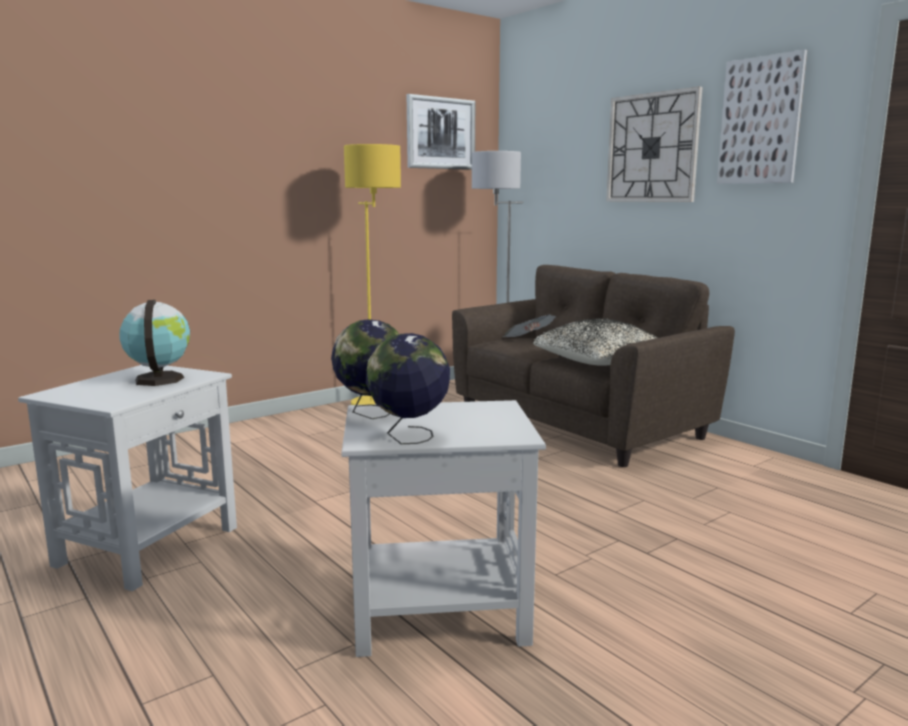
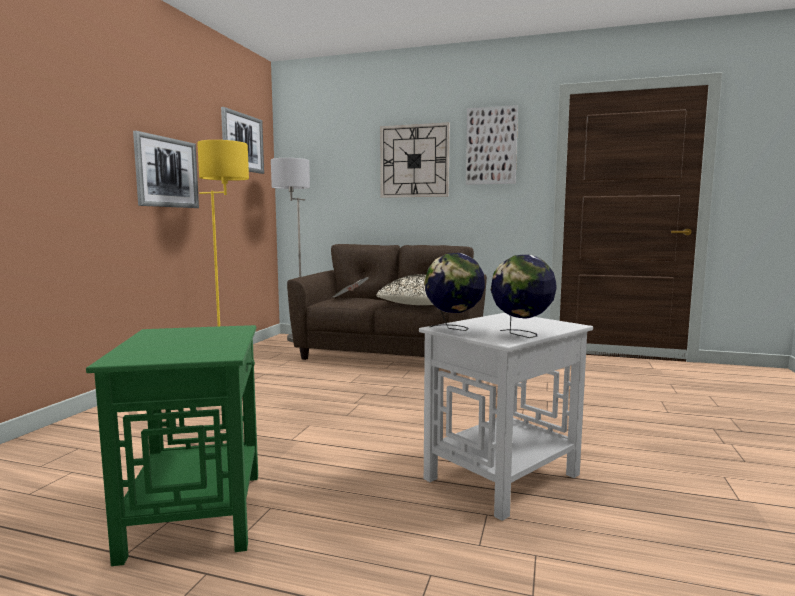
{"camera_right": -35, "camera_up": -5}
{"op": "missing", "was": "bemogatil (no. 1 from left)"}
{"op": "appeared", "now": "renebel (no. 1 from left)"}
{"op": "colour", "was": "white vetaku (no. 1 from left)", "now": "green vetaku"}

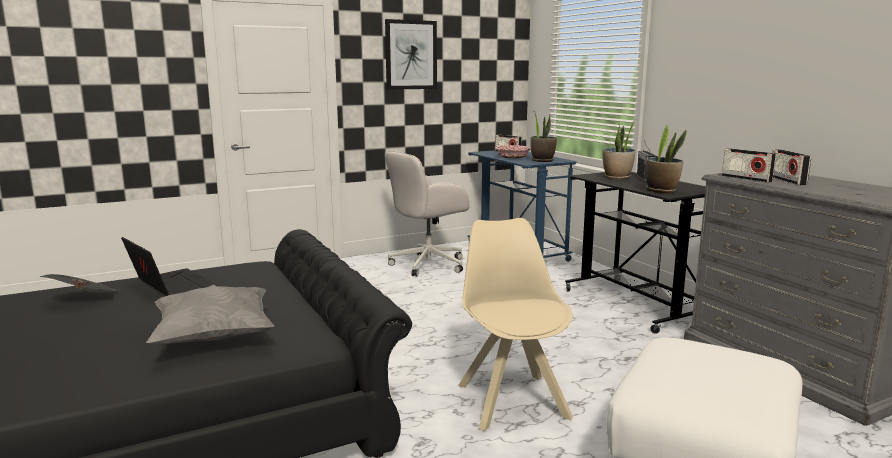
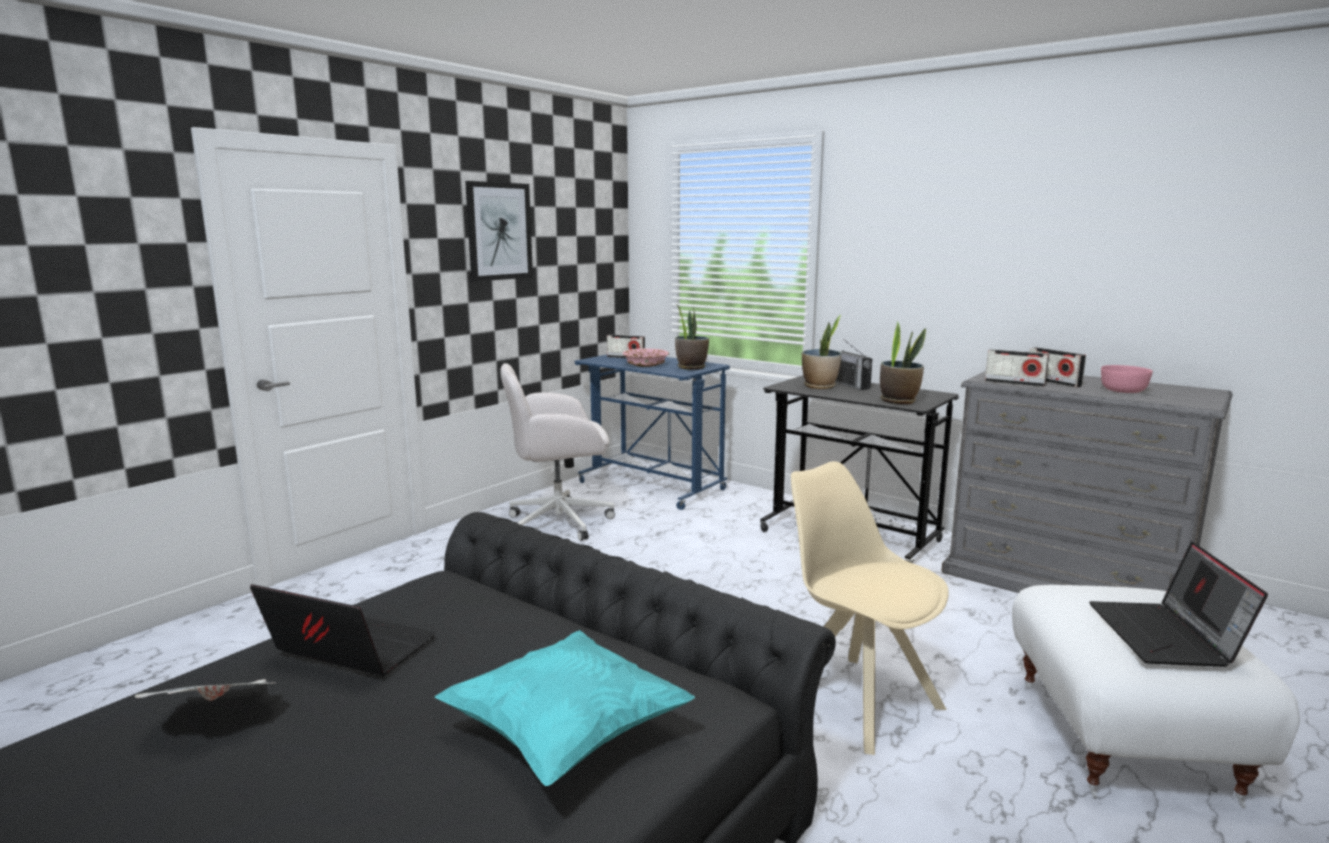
{"camera_right": -25, "camera_up": 0}
{"op": "appeared", "now": "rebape (no. 2 from left)"}
{"op": "appeared", "now": "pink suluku (no. 2 from left)"}
{"op": "colour", "was": "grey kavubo", "now": "turquoise kavubo"}
{"op": "spun", "was": "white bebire", "clockwise": 45}

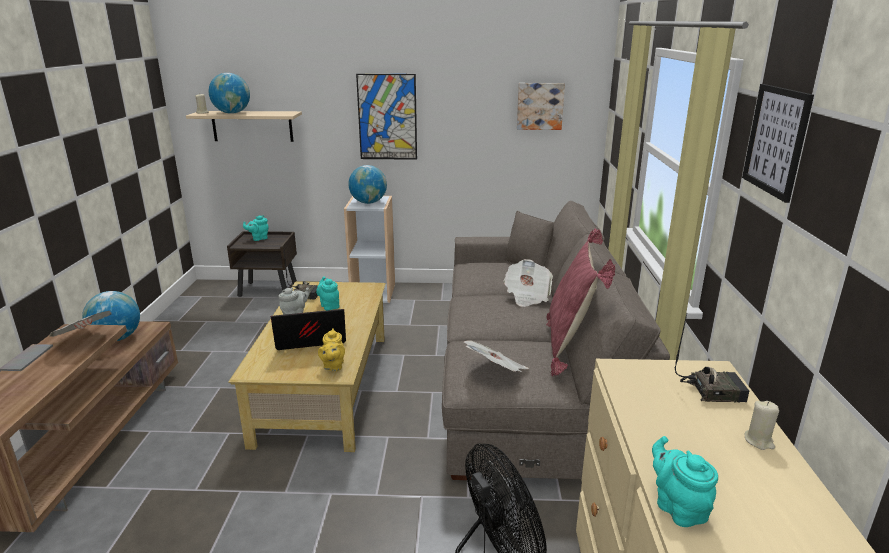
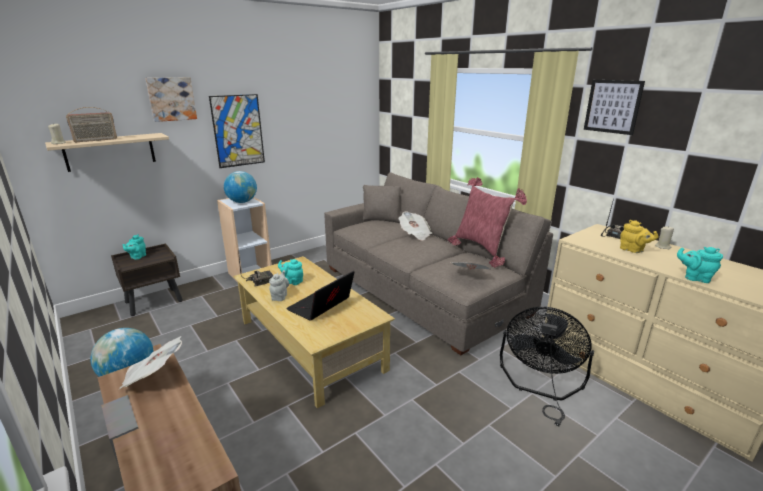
{"camera_right": -40, "camera_up": 0}
{"op": "relocated", "was": "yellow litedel"}
{"op": "relocated", "was": "renebel (no. 2 from left in the first image)", "now": "renebel (no. 1 from left)"}
{"op": "exchanged", "was": "bemogatil (no. 2 from left)", "now": "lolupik (no. 1 from left)"}

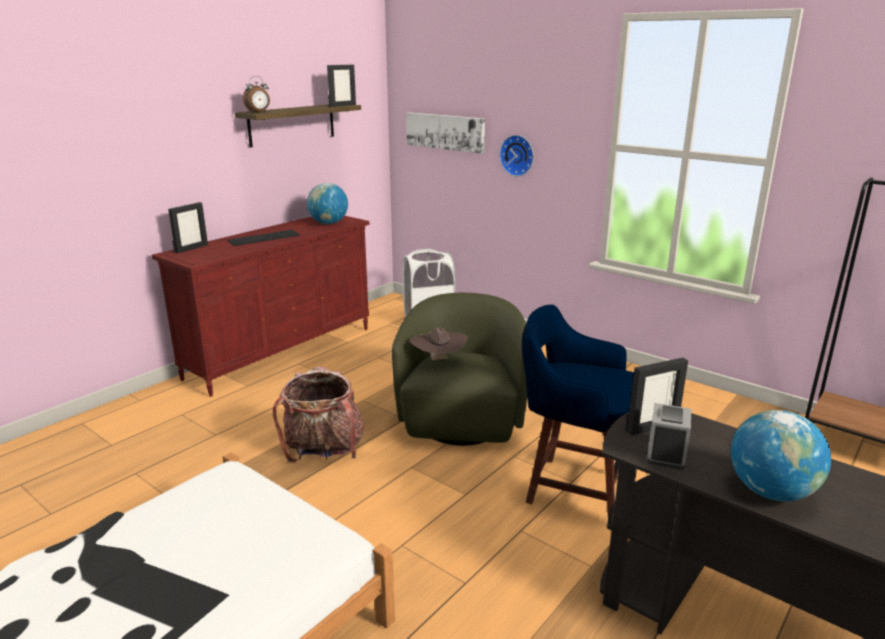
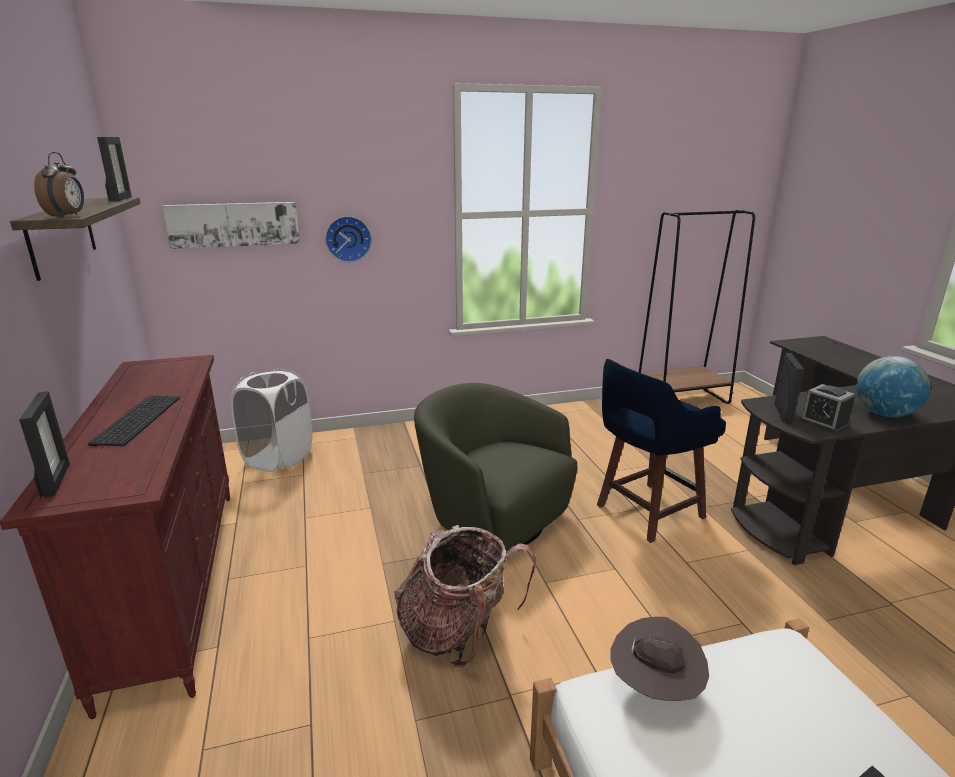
{"camera_right": -55, "camera_up": 0}
{"op": "missing", "was": "bemogatil (no. 1 from left)"}
{"op": "relocated", "was": "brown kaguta"}

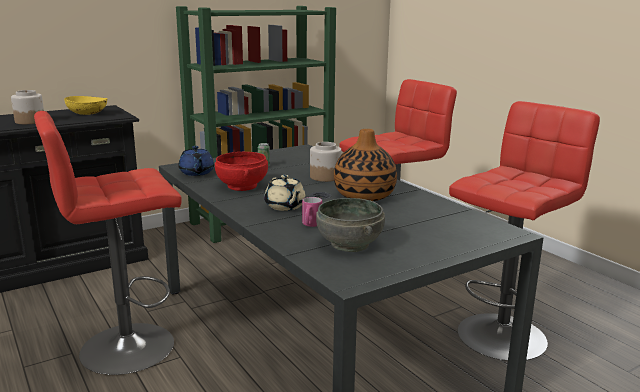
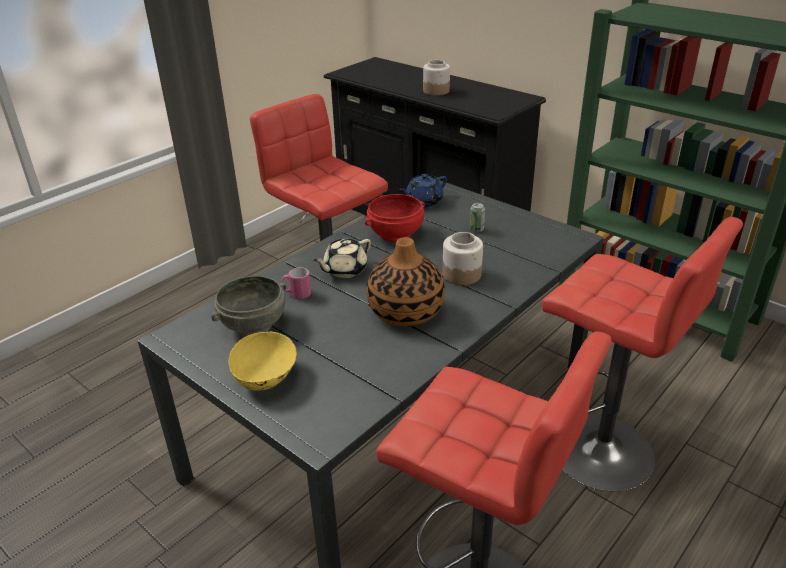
{"camera_right": 75, "camera_up": 15}
{"op": "relocated", "was": "yellow suluku"}

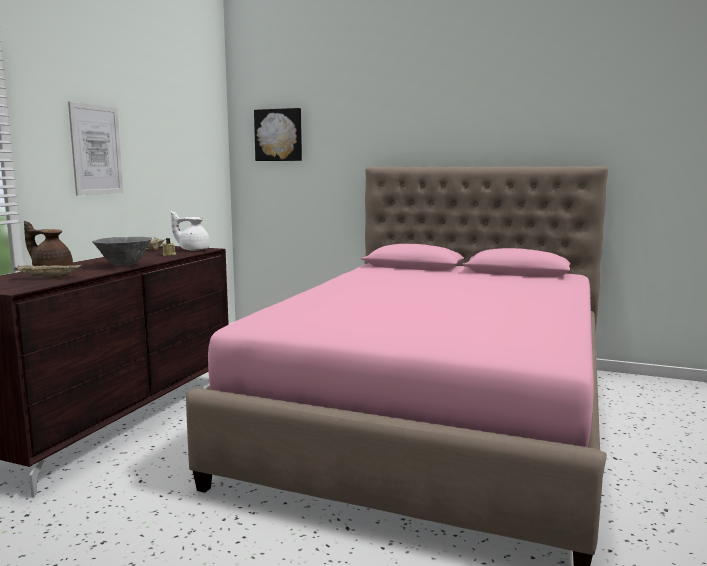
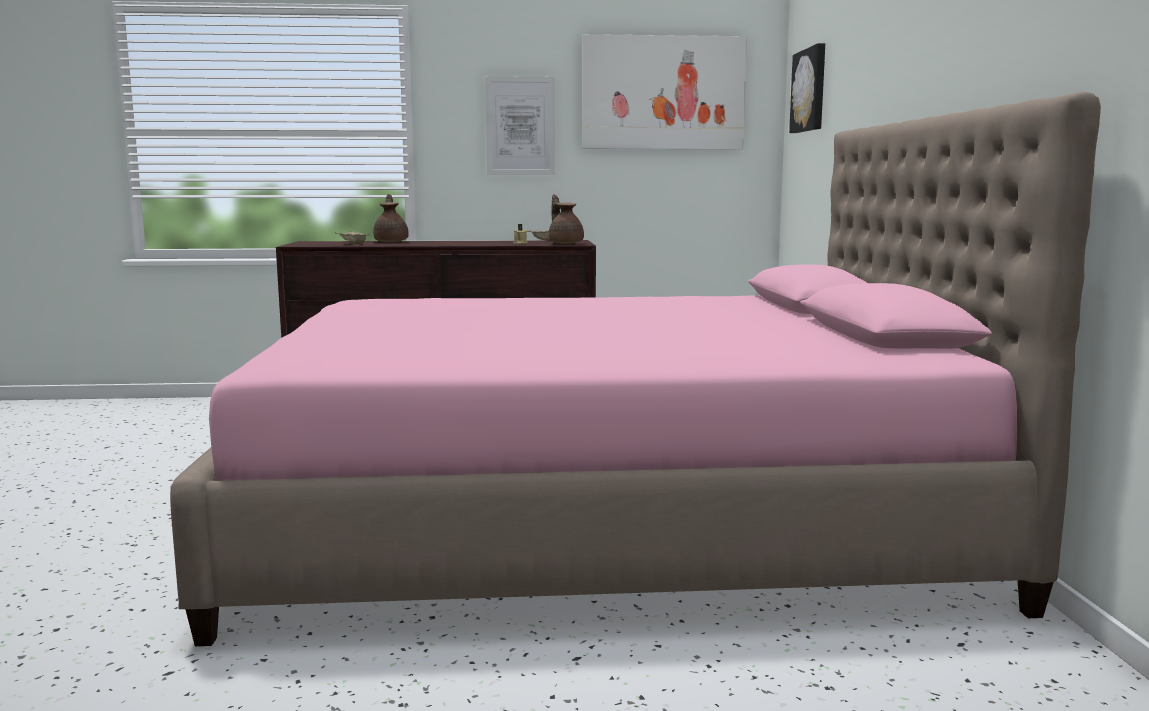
{"camera_right": 65, "camera_up": 0}
{"op": "missing", "was": "grey suluku"}
{"op": "appeared", "now": "renebel (no. 2 from left)"}
{"op": "colour", "was": "white litedel", "now": "brown litedel (no. 2 from left)"}

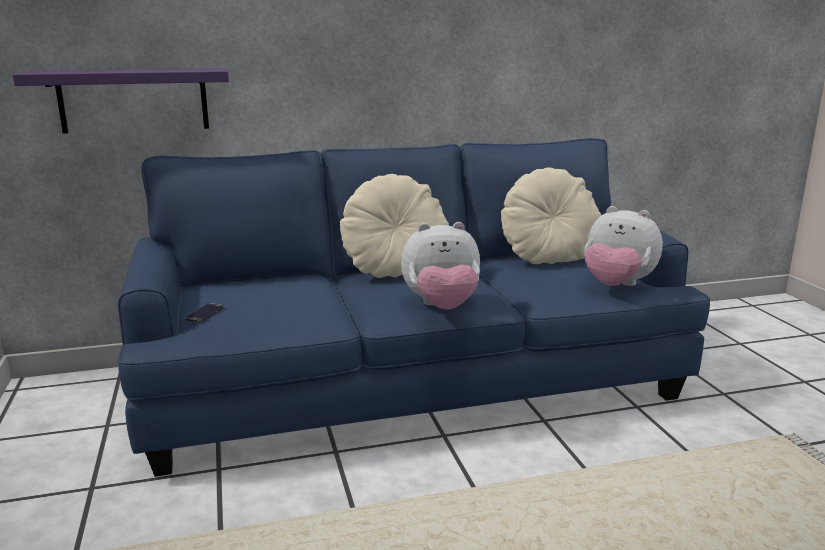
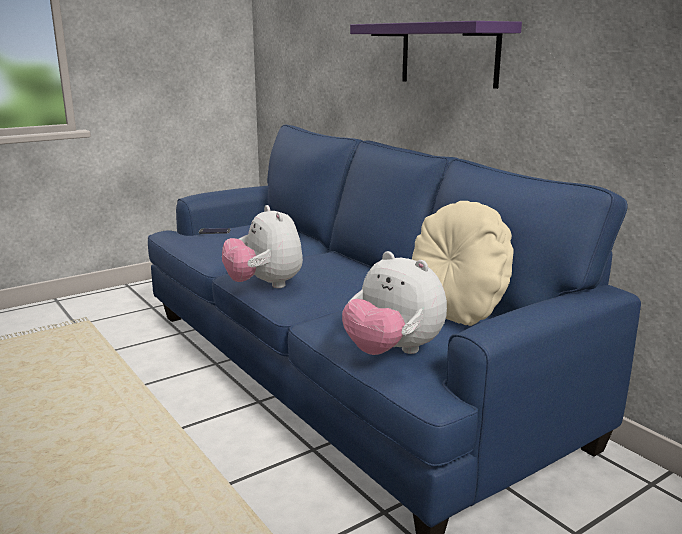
{"camera_right": 70, "camera_up": 0}
{"op": "missing", "was": "beige kavubo (no. 1 from left)"}
{"op": "relocated", "was": "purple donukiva"}
{"op": "spun", "was": "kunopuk (no. 2 from left)", "clockwise": -60}

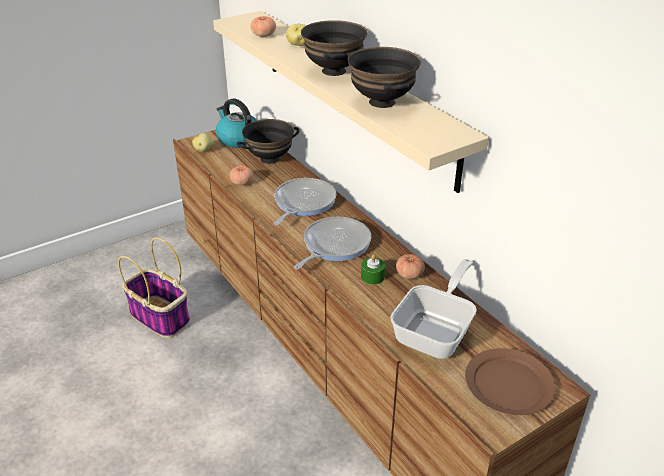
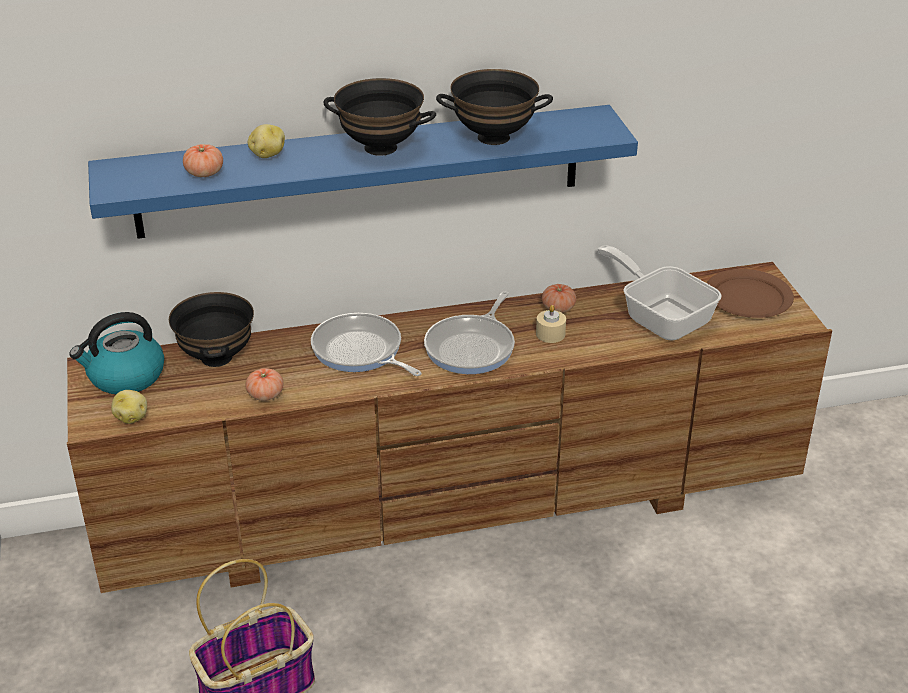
{"camera_right": -70, "camera_up": 0}
{"op": "colour", "was": "beige donukiva", "now": "blue donukiva"}
{"op": "colour", "was": "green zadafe", "now": "beige zadafe"}
{"op": "spun", "was": "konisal (no. 2 from left)", "clockwise": -120}

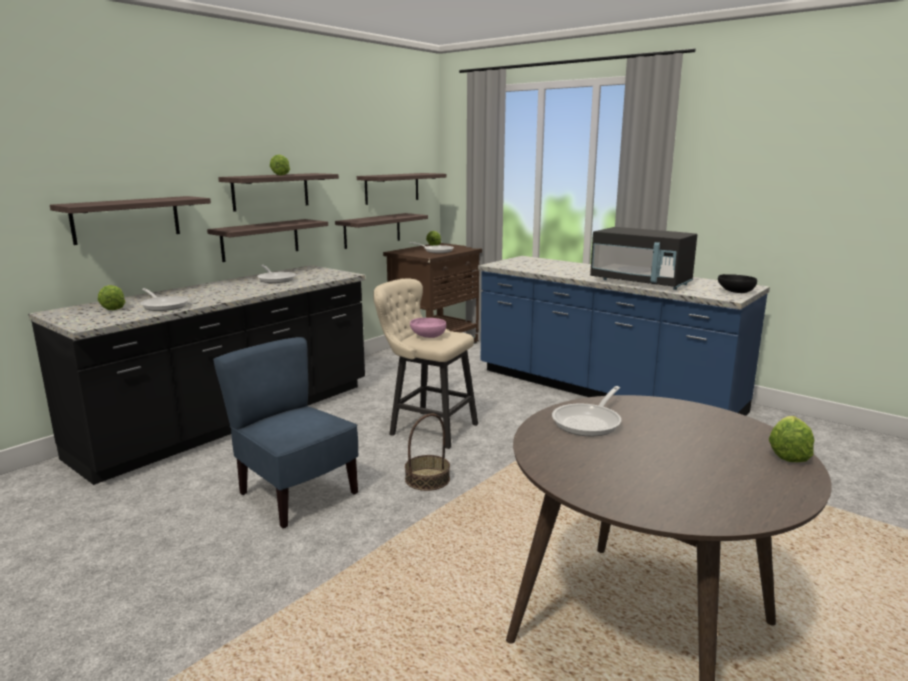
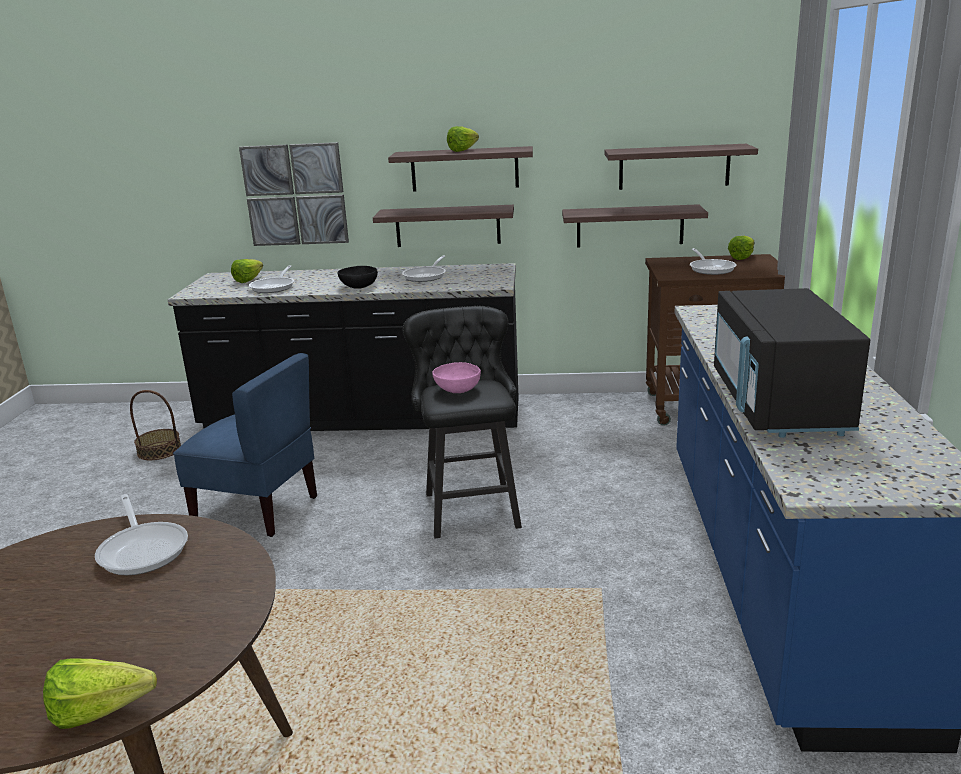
{"camera_right": 55, "camera_up": 5}
{"op": "relocated", "was": "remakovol"}
{"op": "relocated", "was": "black suluku"}
{"op": "exchanged", "was": "donukiva (no. 1 from left)", "now": "renebel"}
{"op": "colour", "was": "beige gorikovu", "now": "black gorikovu"}
{"op": "spun", "was": "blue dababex", "clockwise": 105}
{"op": "spun", "was": "konisal (no. 4 from left in the first image)", "clockwise": -120}

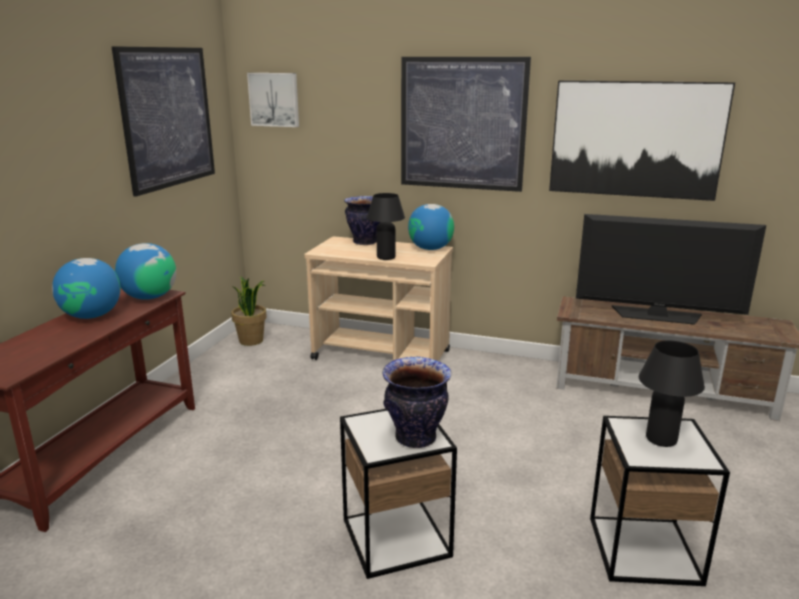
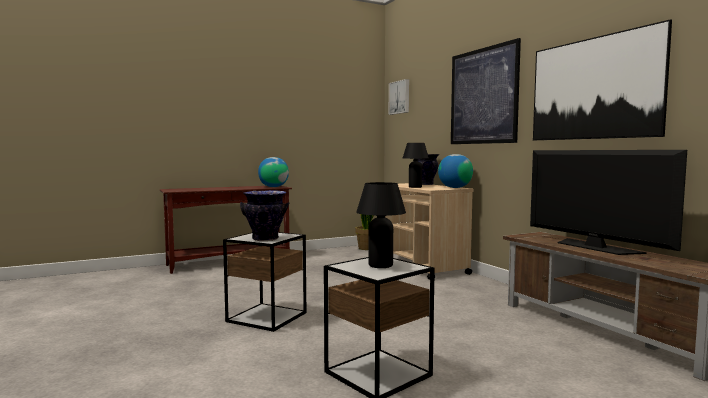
{"camera_right": 45, "camera_up": -15}
{"op": "missing", "was": "bemogatil (no. 1 from left)"}
{"op": "missing", "was": "renebel (no. 1 from left)"}

